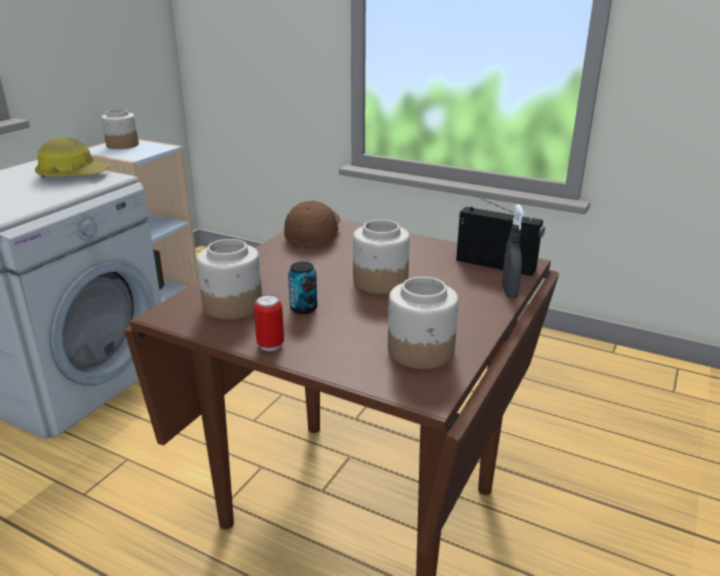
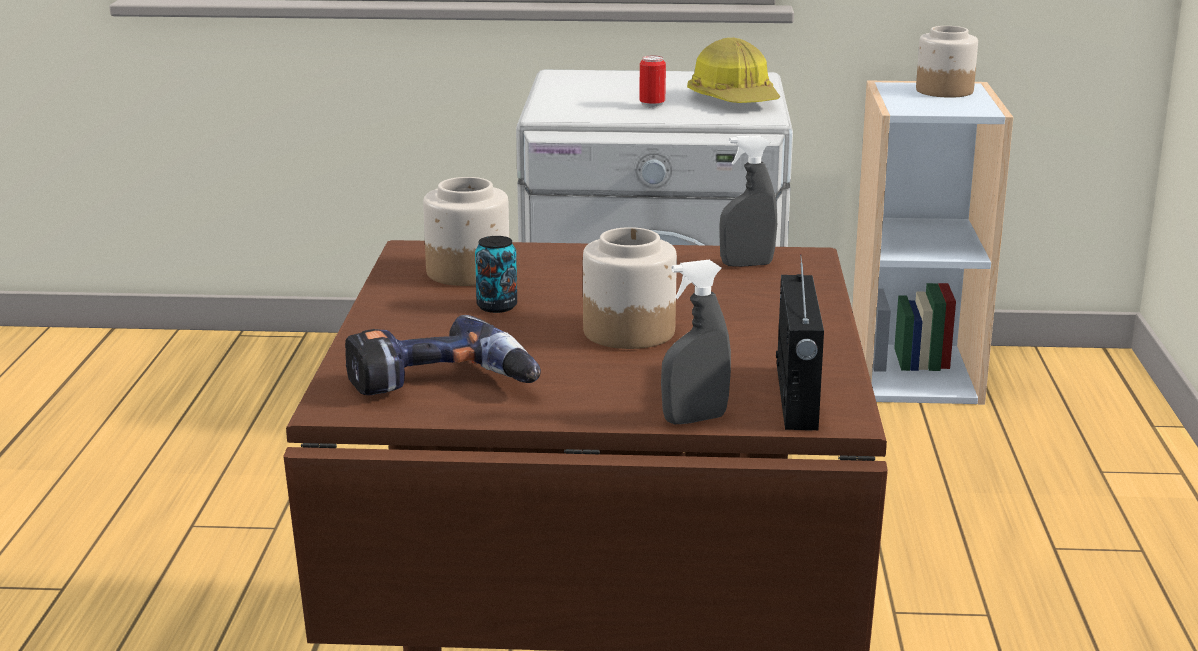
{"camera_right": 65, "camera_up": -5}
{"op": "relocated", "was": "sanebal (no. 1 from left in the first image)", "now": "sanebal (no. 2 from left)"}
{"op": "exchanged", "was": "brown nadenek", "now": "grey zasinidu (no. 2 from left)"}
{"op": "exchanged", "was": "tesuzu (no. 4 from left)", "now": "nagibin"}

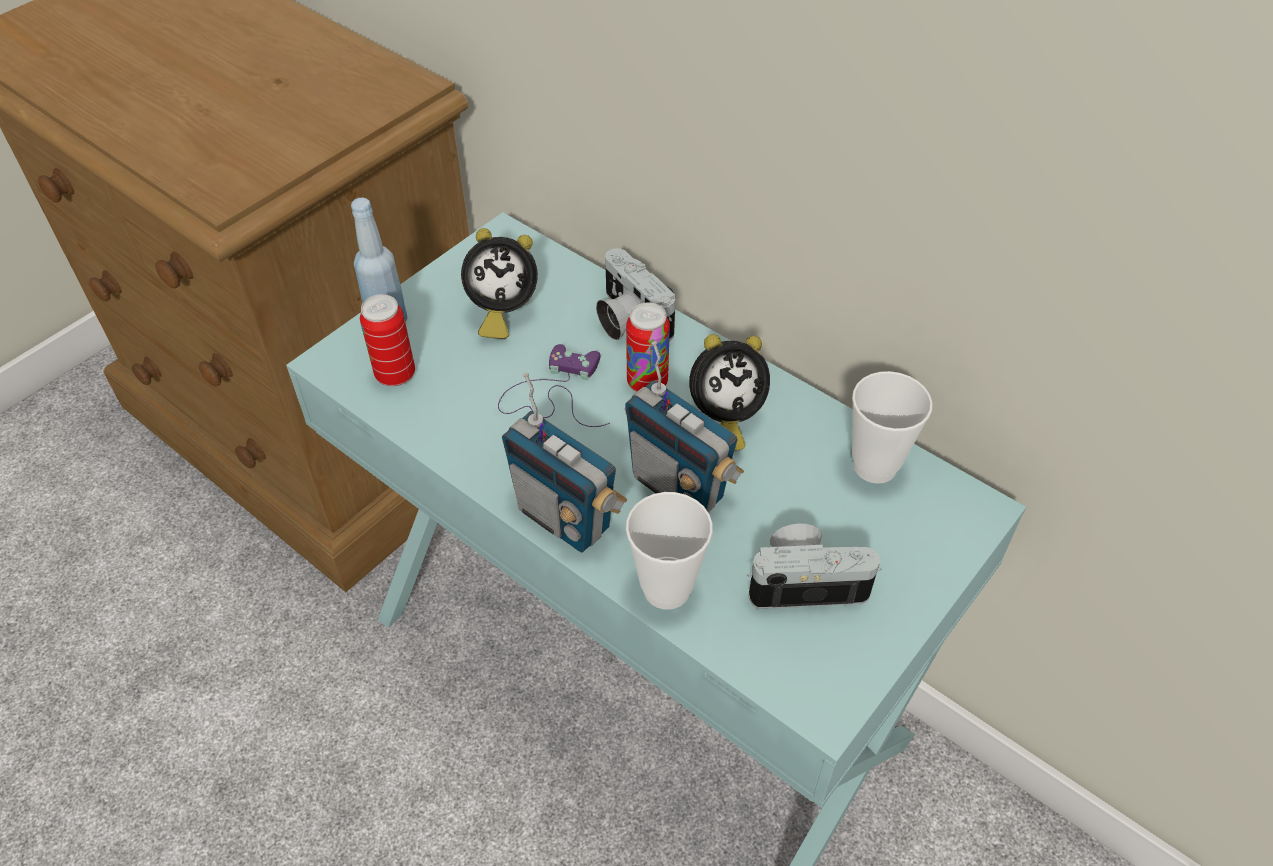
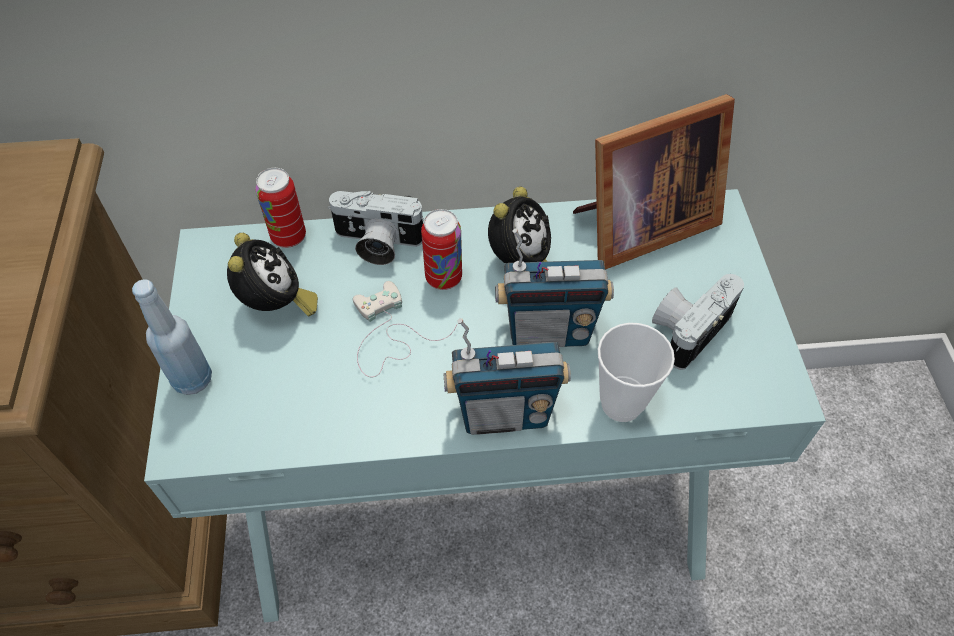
{"camera_right": -45, "camera_up": 5}
{"op": "relocated", "was": "sanebal (no. 1 from left)"}
{"op": "exchanged", "was": "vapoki (no. 2 from left)", "now": "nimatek"}
{"op": "colour", "was": "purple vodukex", "now": "white vodukex"}
{"op": "spun", "was": "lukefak (no. 1 from left)", "clockwise": -45}

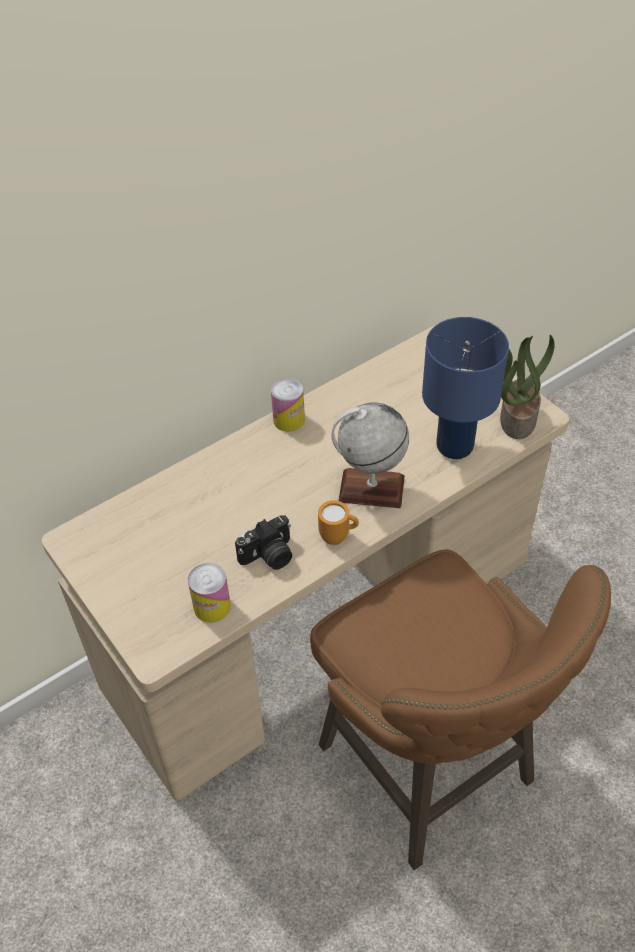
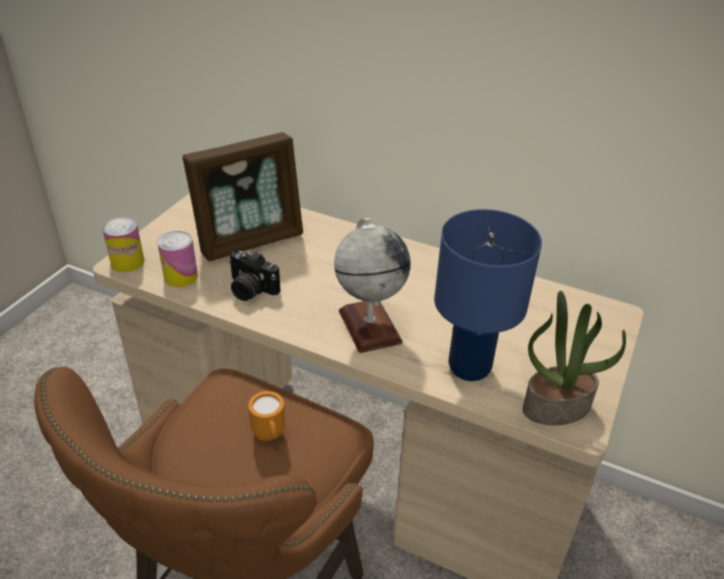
{"camera_right": 60, "camera_up": -10}
{"op": "appeared", "now": "nimatek"}
{"op": "relocated", "was": "sanebal (no. 2 from left in the first image)", "now": "sanebal (no. 1 from left)"}
{"op": "relocated", "was": "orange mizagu"}

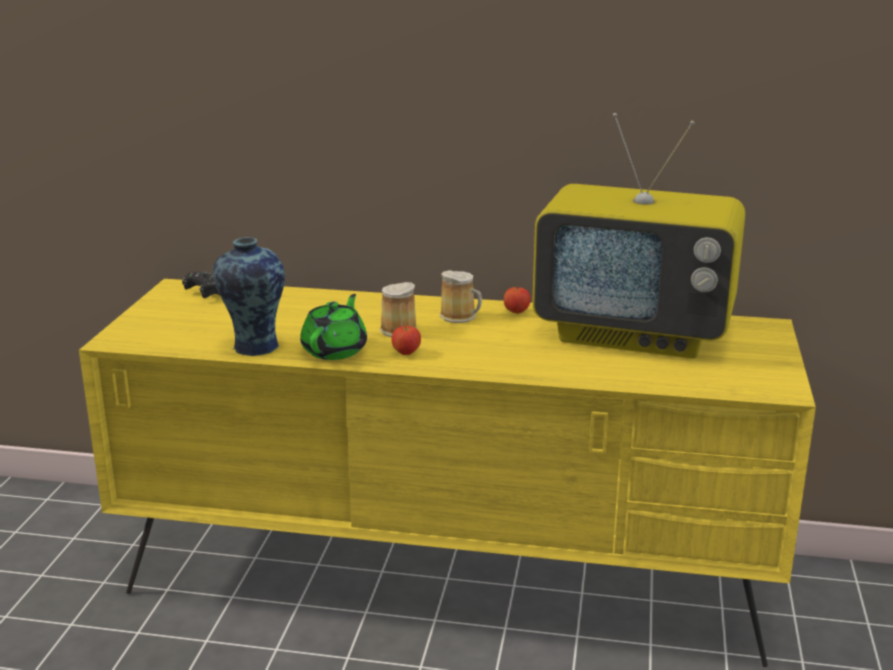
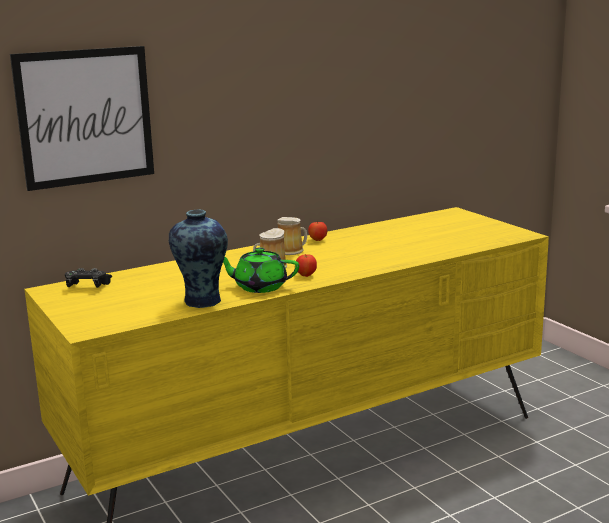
{"camera_right": -40, "camera_up": -5}
{"op": "missing", "was": "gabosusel"}
{"op": "appeared", "now": "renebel"}
{"op": "spun", "was": "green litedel", "clockwise": -60}

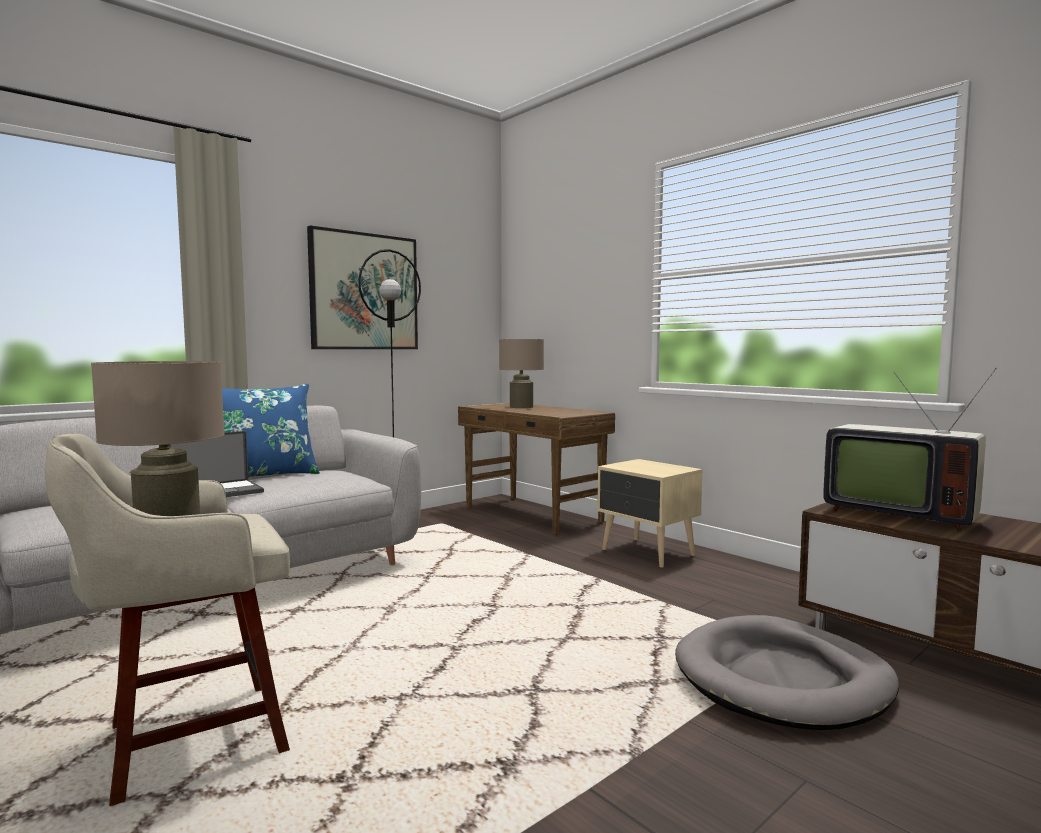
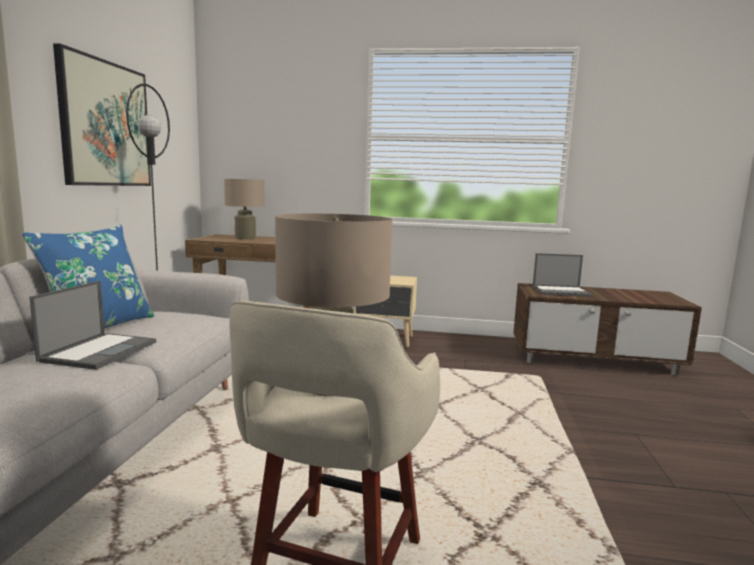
{"camera_right": -40, "camera_up": 5}
{"op": "missing", "was": "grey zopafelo"}
{"op": "exchanged", "was": "gabosusel", "now": "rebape (no. 2 from left)"}

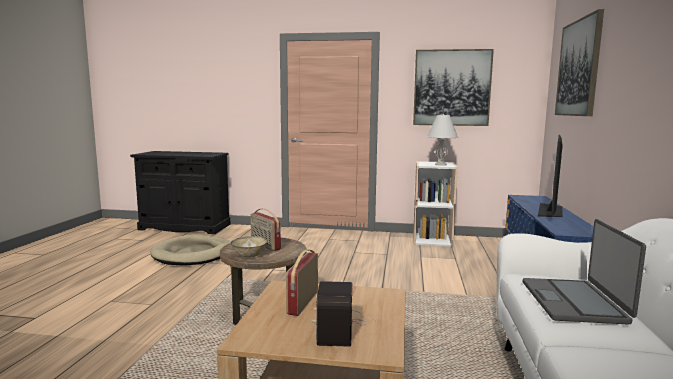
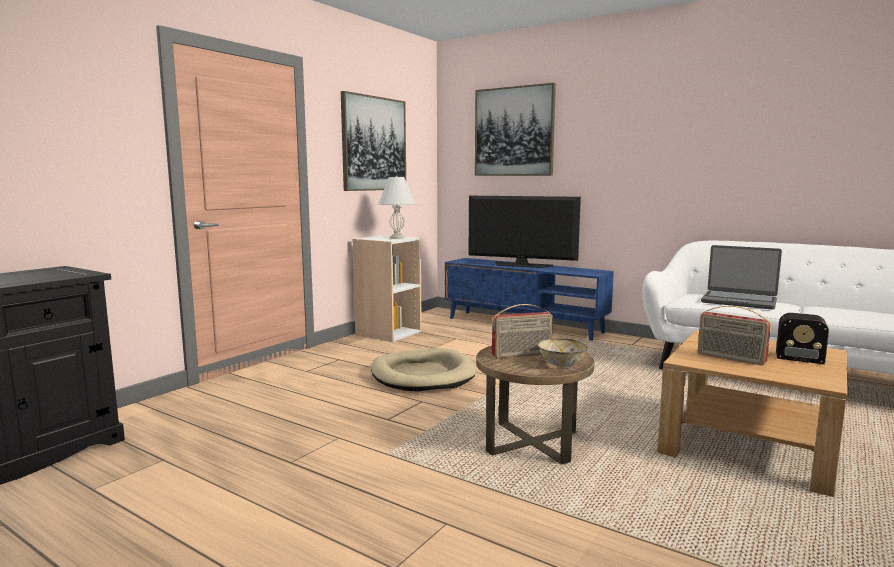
{"camera_right": -65, "camera_up": 0}
{"op": "relocated", "was": "beige zopafelo"}
{"op": "spun", "was": "gabosusel", "clockwise": 150}

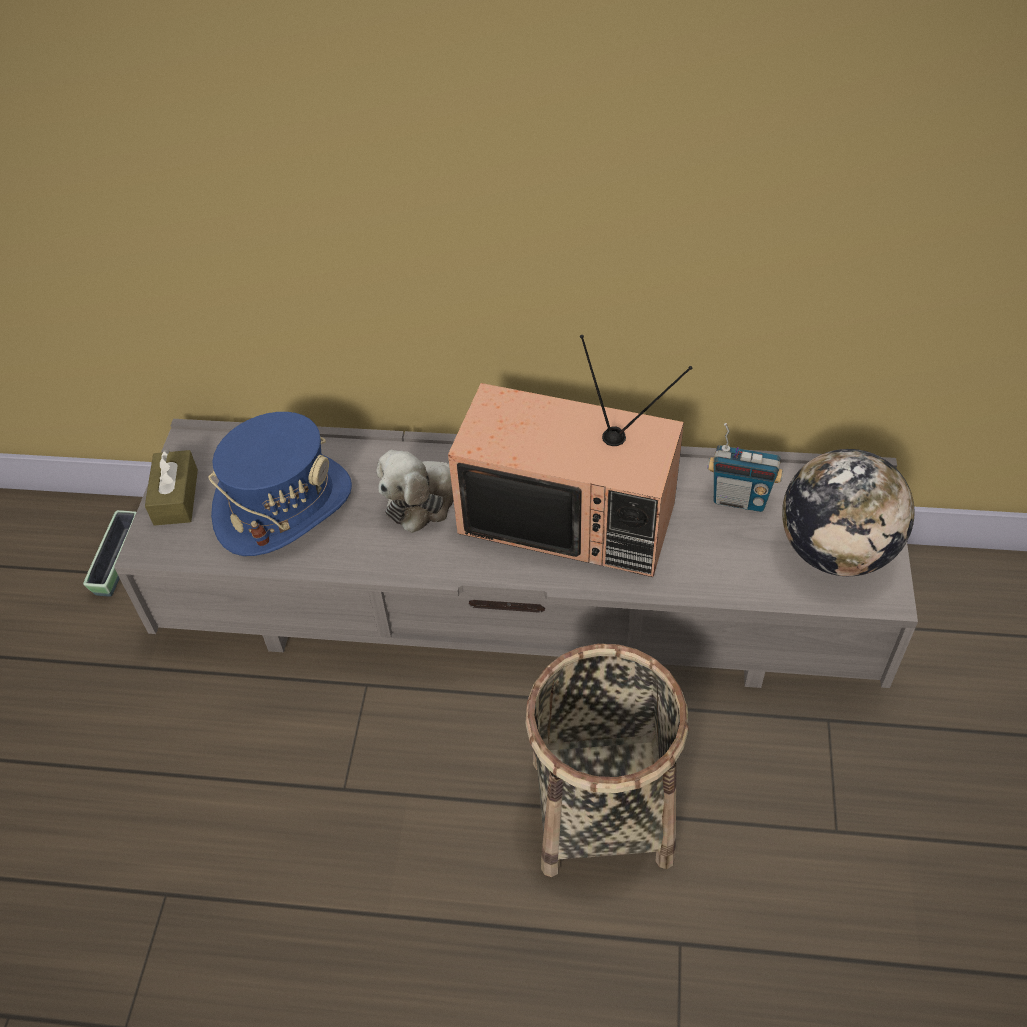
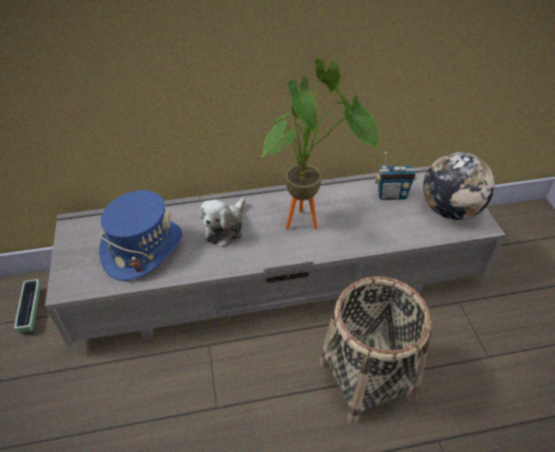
{"camera_right": -20, "camera_up": -5}
{"op": "missing", "was": "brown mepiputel"}
{"op": "exchanged", "was": "gabosusel", "now": "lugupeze"}

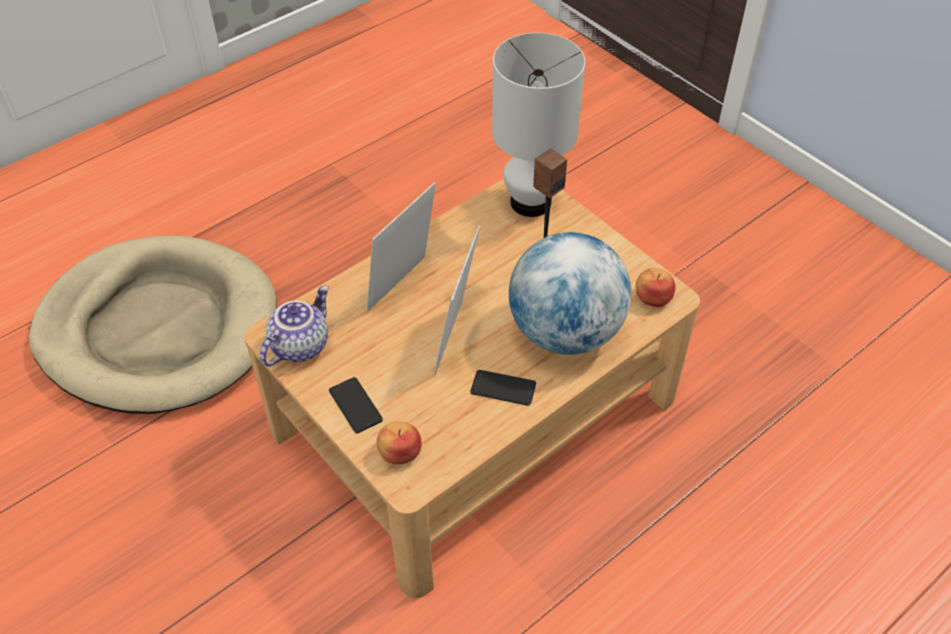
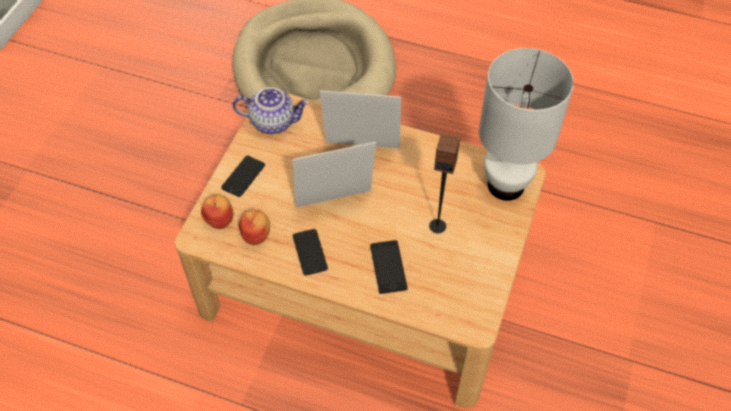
{"camera_right": 60, "camera_up": 5}
{"op": "relocated", "was": "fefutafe (no. 2 from left)"}
{"op": "exchanged", "was": "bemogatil", "now": "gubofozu (no. 3 from left)"}

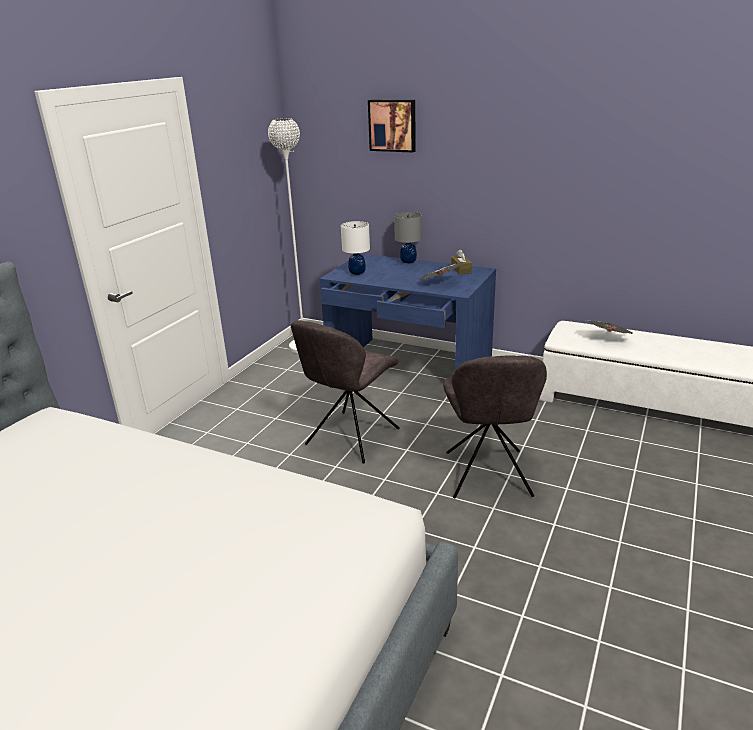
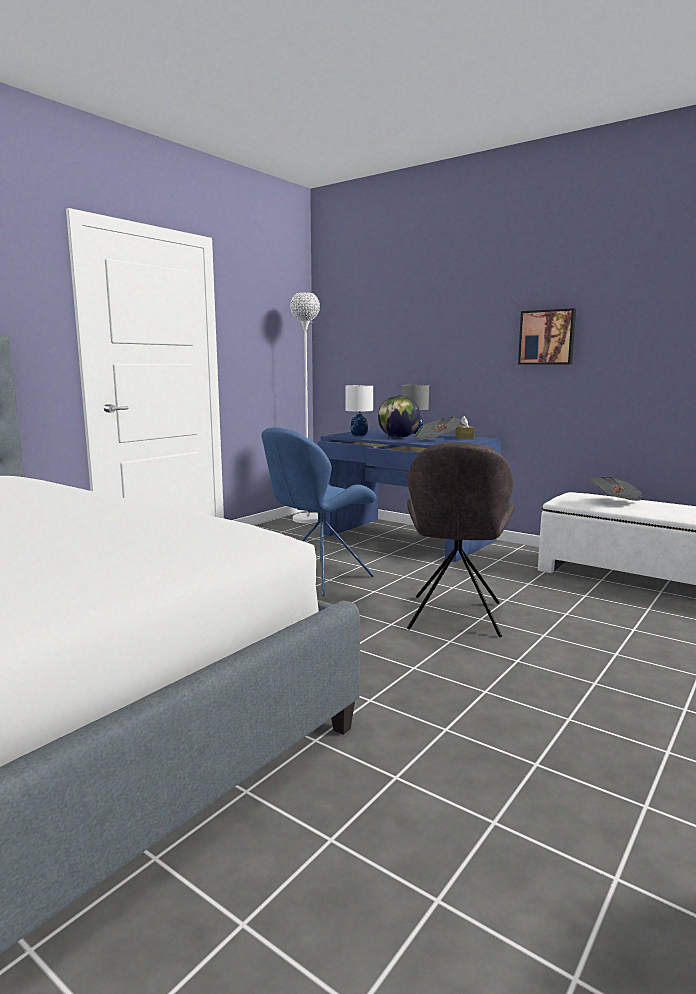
{"camera_right": 10, "camera_up": -15}
{"op": "appeared", "now": "bemogatil"}
{"op": "relocated", "was": "renebel"}
{"op": "colour", "was": "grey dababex (no. 1 from left)", "now": "blue dababex"}

